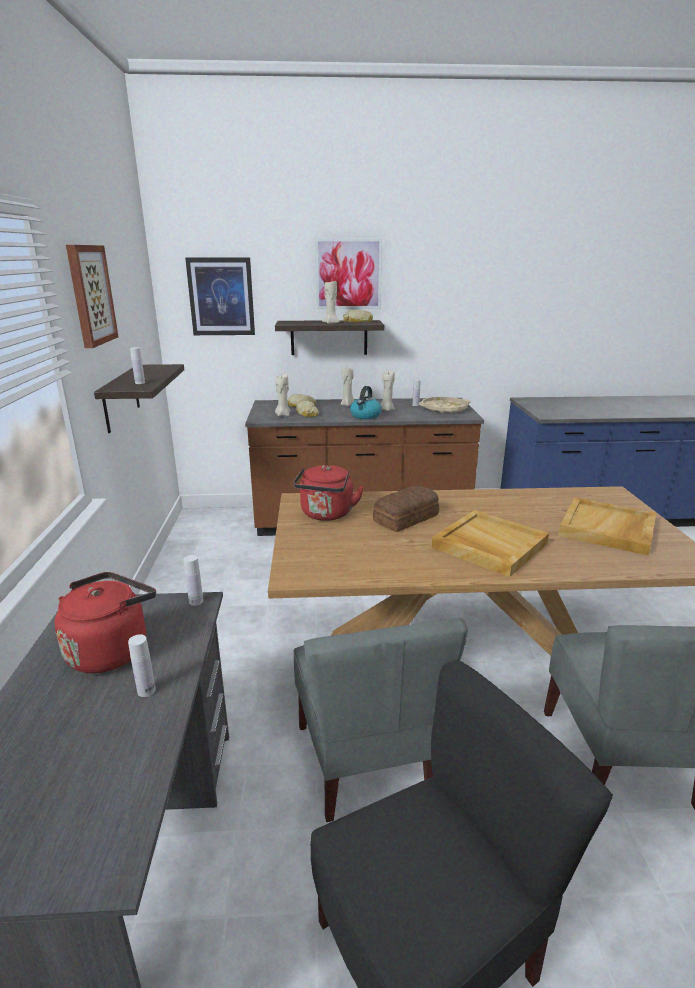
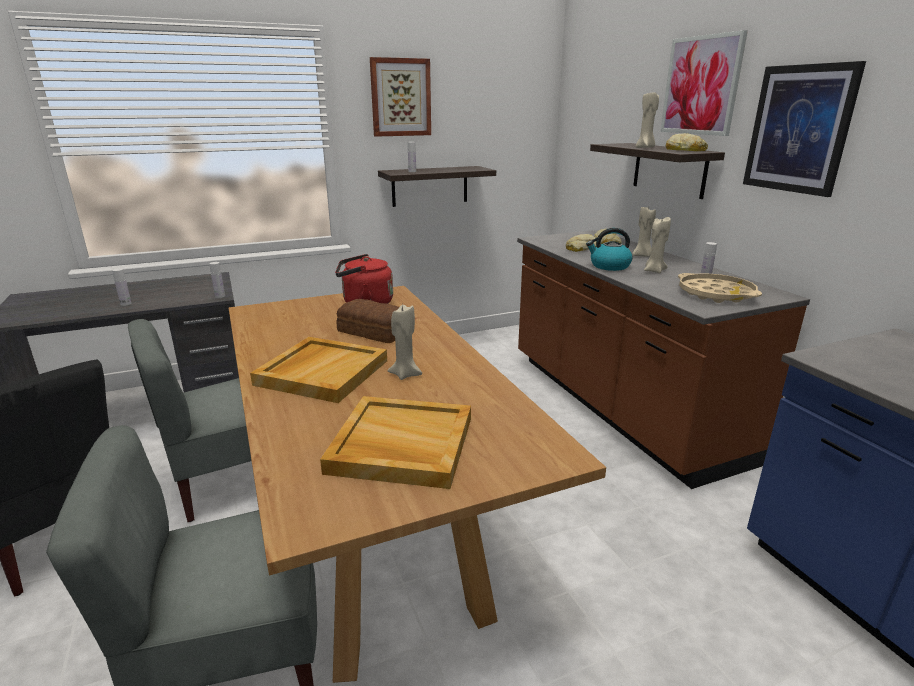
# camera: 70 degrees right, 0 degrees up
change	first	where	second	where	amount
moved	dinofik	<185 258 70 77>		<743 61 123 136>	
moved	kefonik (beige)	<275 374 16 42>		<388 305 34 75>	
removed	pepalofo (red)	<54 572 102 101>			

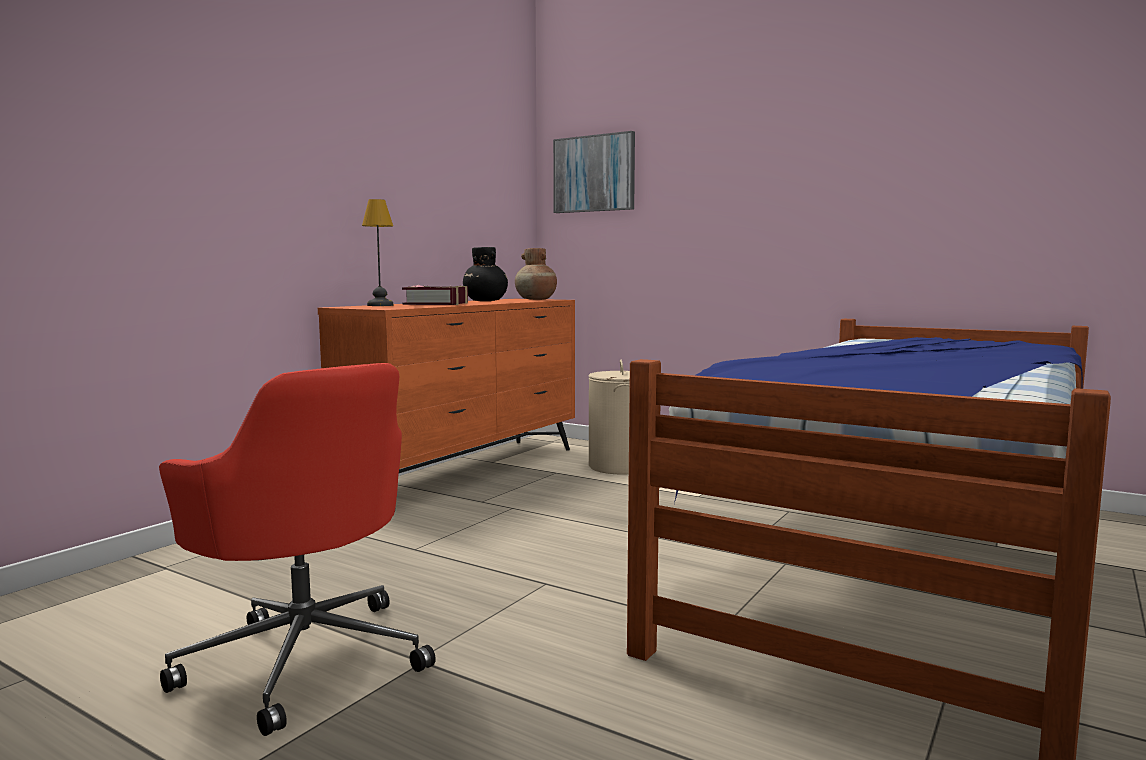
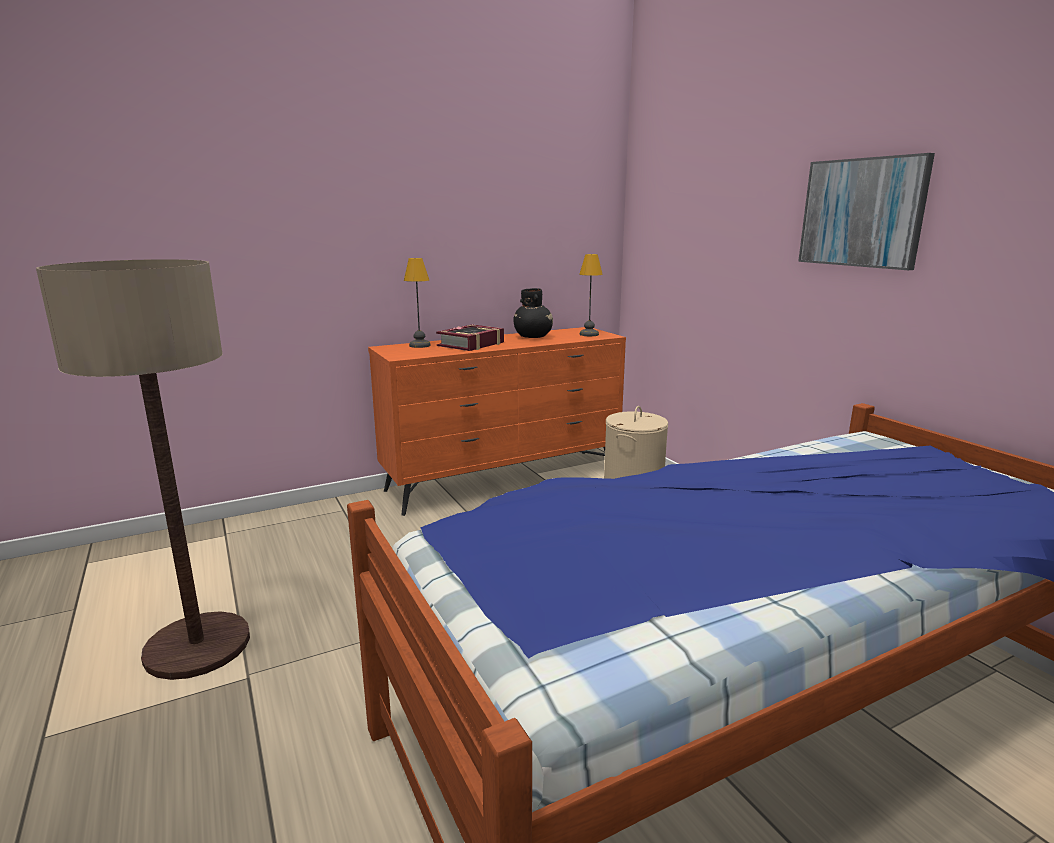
# camera: 30 degrees right, 10 degrees up
change	first	where	second	where	amount
moved	dinofik	<553 131 82 82>		<798 153 137 117>	
replaced	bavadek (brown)	<515 248 42 52>	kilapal	<579 254 24 82>	
replaced	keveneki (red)	<159 363 277 373>	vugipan	<36 259 214 421>	

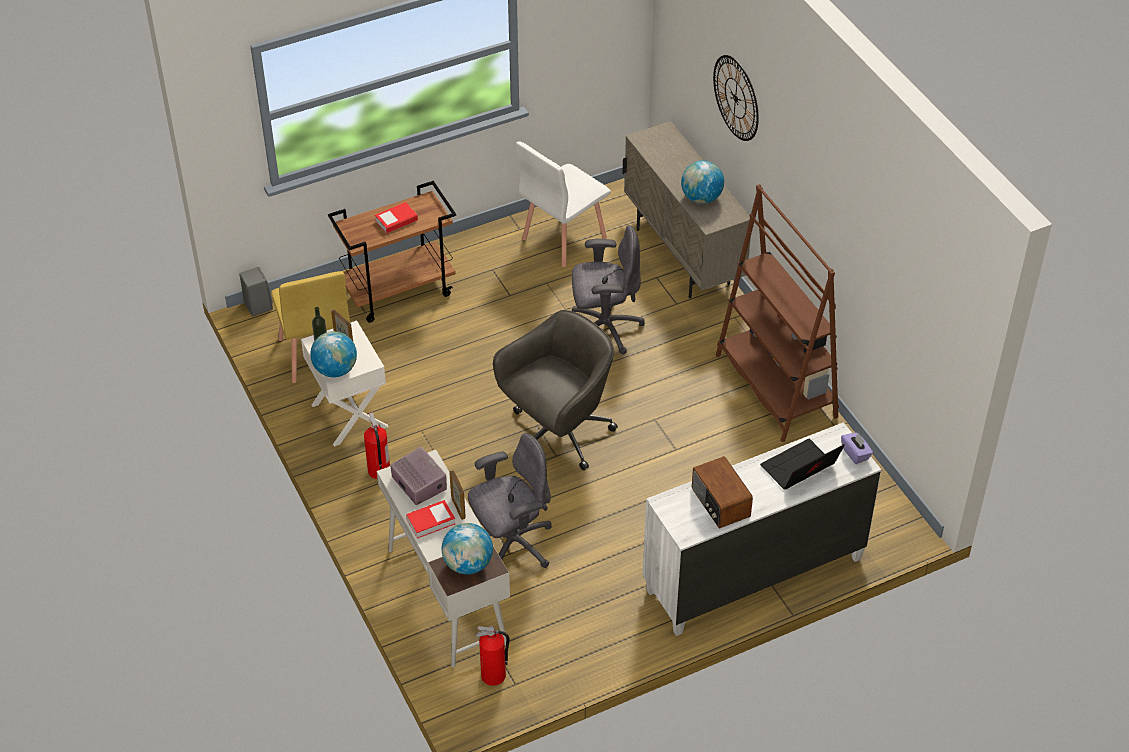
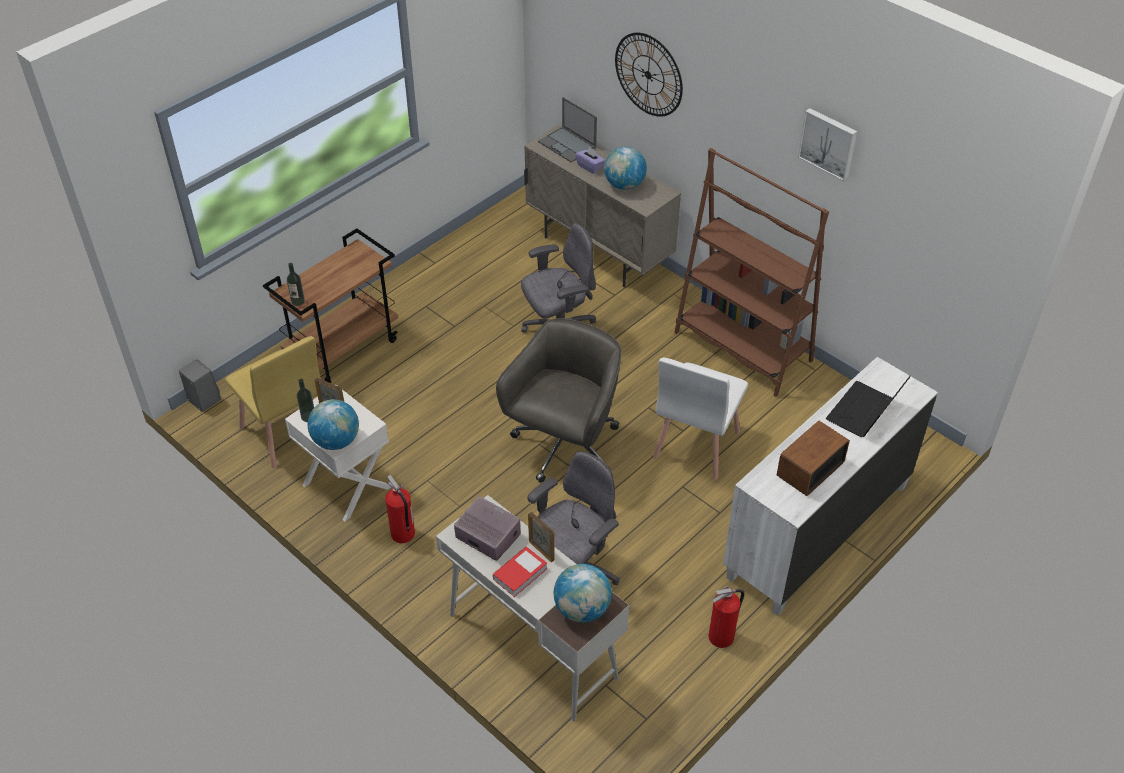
# camera: 20 degrees left, 0 degrees up
change	first	where	second	where	amount
moved	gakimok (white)	<516 141 95 126>		<653 358 95 122>	
removed	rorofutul	<375 202 43 32>			
moved	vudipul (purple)	<841 432 32 32>		<575 147 30 27>	
turned	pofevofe	<692 456 61 73>		<777 421 73 75>	90 degrees clockwise
moved	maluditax	<476 626 34 60>		<708 587 36 61>	
added			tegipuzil	<538 97 59 65>	
added			dinofik	<798 108 59 73>	
added			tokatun	<287 263 18 43>	

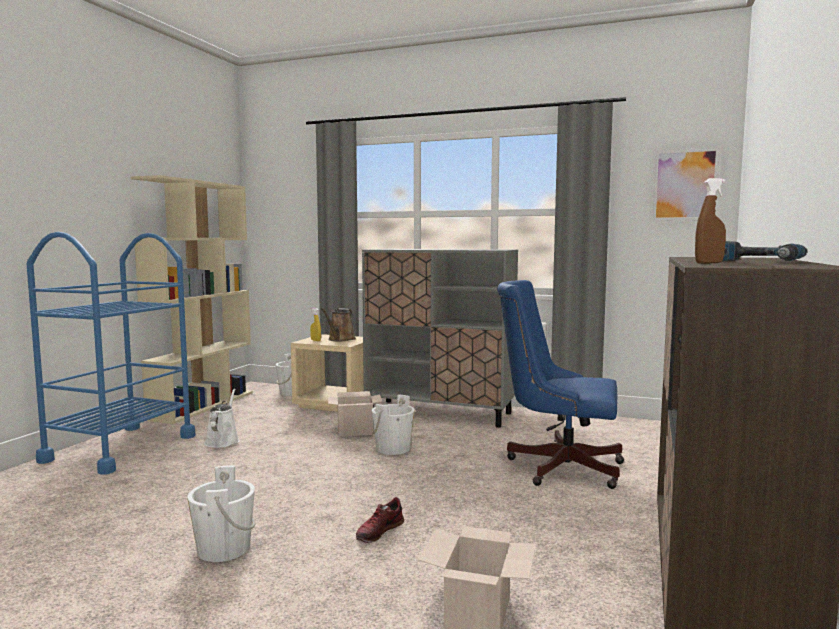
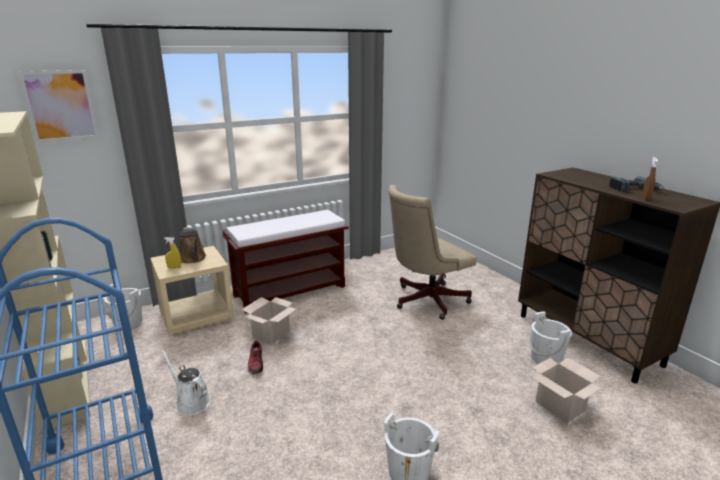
# camera: 50 degrees left, 15 degrees up
change	first	where	second	where	amount
moved	dinofik	<652 148 68 73>		<18 70 81 73>	
replaced	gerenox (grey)	<362 249 156 179>	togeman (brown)	<223 209 126 104>	
recoloured	keveneki (blue)	<497 280 127 209>	keveneki (beige)	<388 185 89 135>	
moved	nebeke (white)	<371 394 44 61>		<529 311 43 53>	
moved	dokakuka	<356 497 48 46>		<248 340 15 34>	

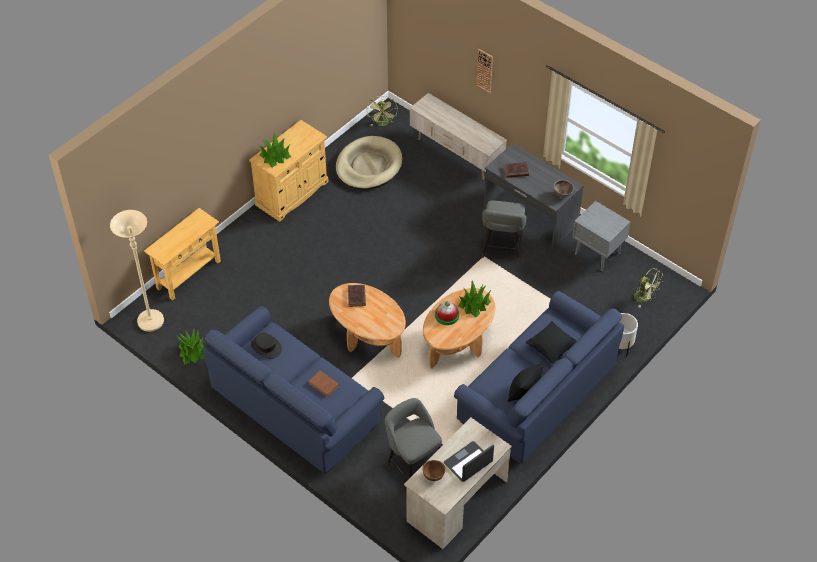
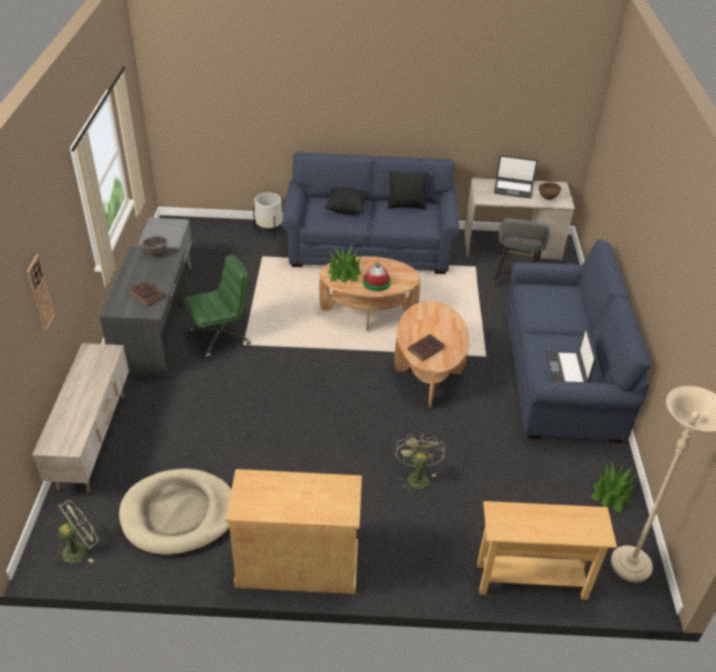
# camera: 130 degrees left, 10 degrees down
change	first	where	second	where	amount
removed	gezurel	<258 133 34 34>			
replaced	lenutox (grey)	<482 201 45 61>	keveneki (green)	<184 255 67 103>	
moved	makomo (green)	<634 268 29 40>		<396 433 49 61>	
replaced	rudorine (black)	<251 333 31 26>	tegipuzil	<545 327 51 56>	
removed	rorofutul (brown)	<308 371 31 26>			

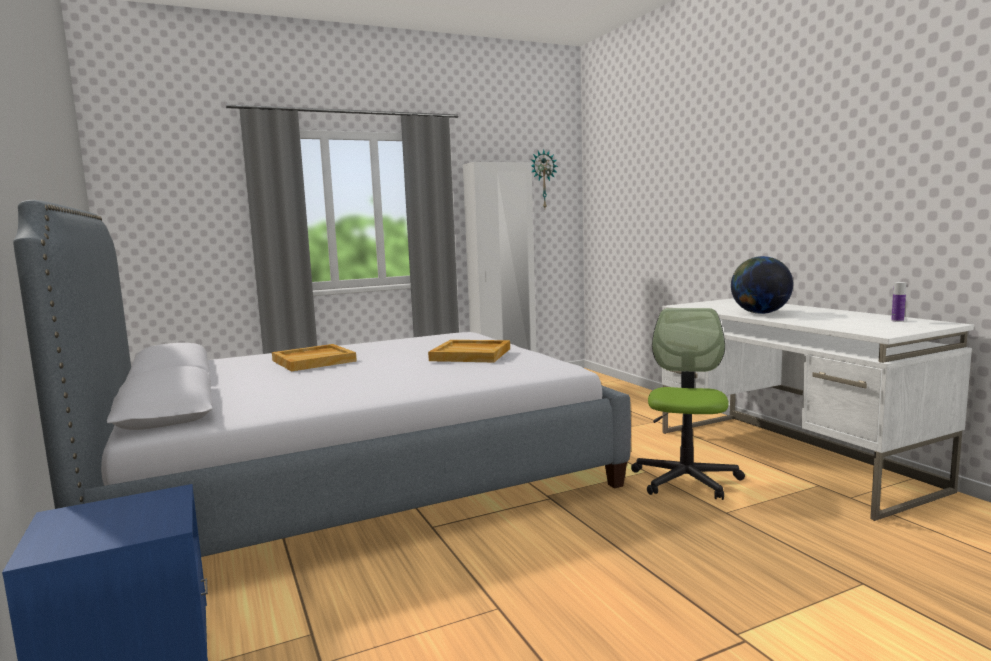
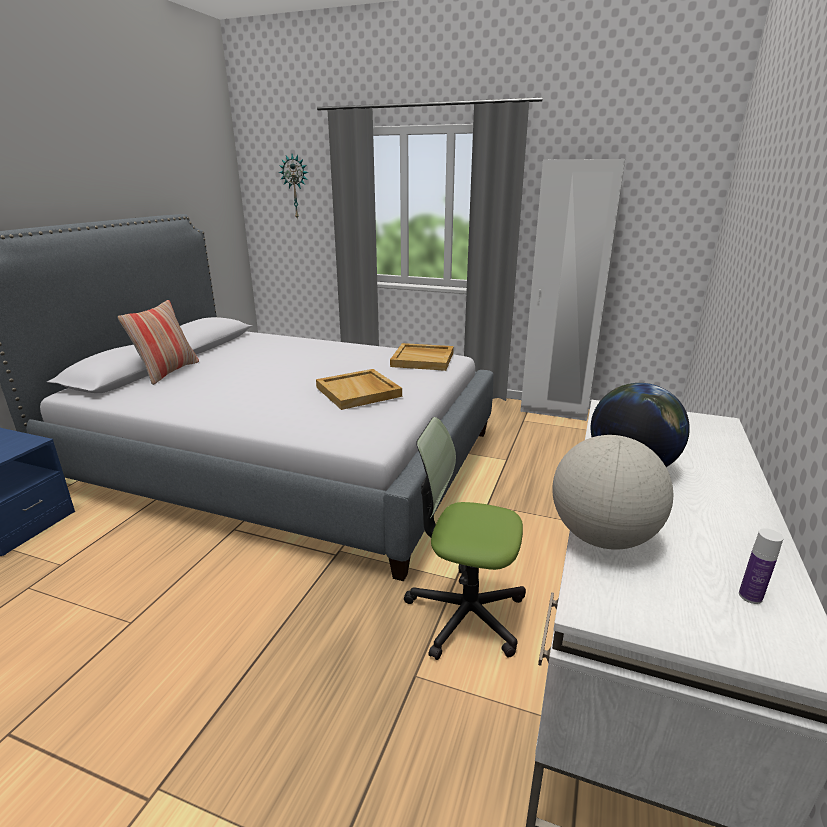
# camera: 45 degrees right, 15 degrees up
change	first	where	second	where	amount
moved	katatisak	<530 149 28 59>		<279 154 29 66>	
turned	keveneki	<631 308 114 192>		<404 417 122 243>	135 degrees counterclockwise
moved	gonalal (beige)	<272 344 85 28>		<390 343 64 28>	
added			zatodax	<118 300 81 85>	
added			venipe	<552 435 121 115>	

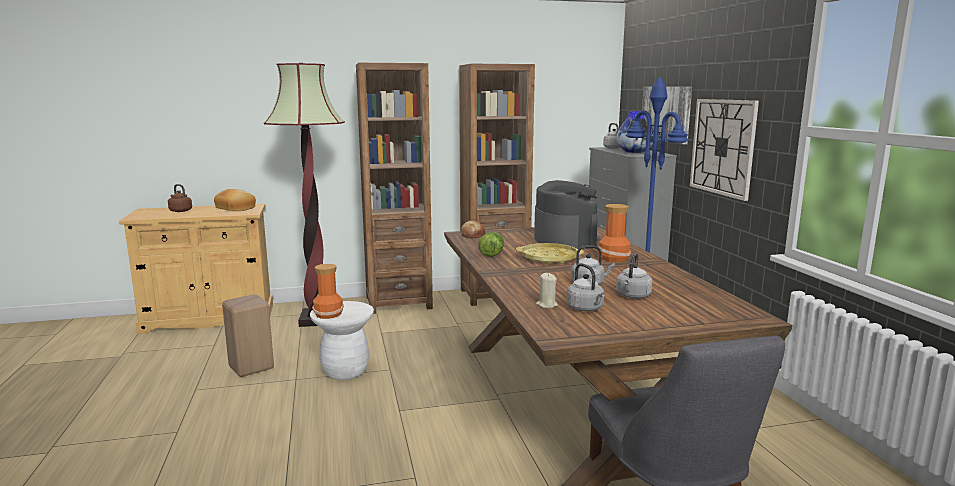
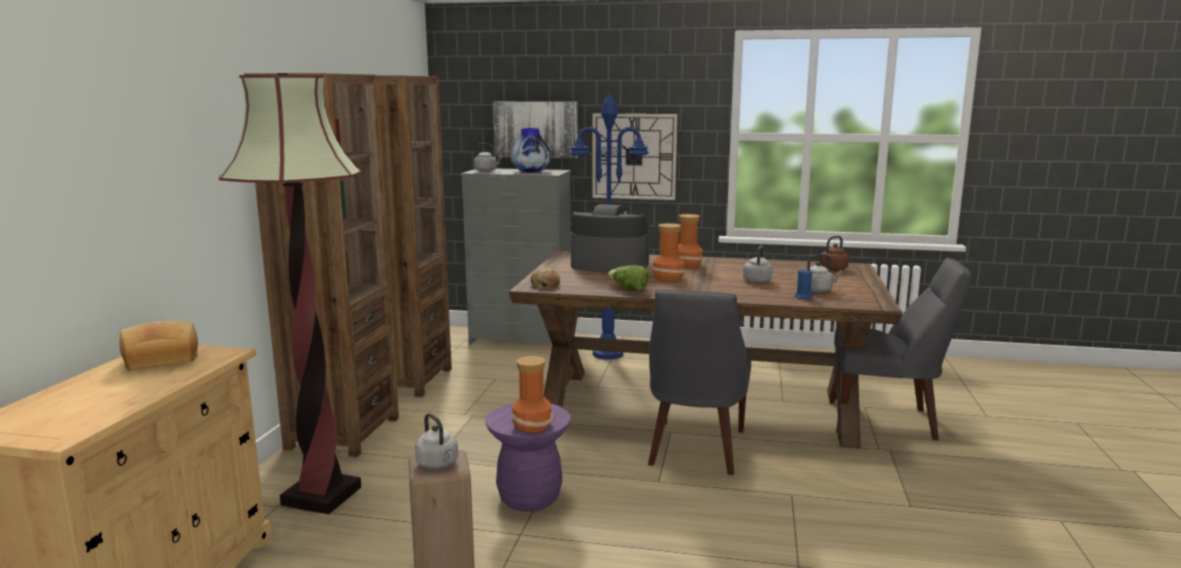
# camera: 65 degrees left, 0 degrees up
change	first	where	second	where	amount
moved	pepalofo (brown)	<168 184 24 28>		<817 236 32 35>	
replaced	gonalal (yellow)	<516 243 68 21>	bavadek	<652 223 33 58>	
moved	pepalofo (grey)	<616 253 36 46>		<415 413 43 56>	
recoloured	kefonik (beige)	<536 273 22 35>	kefonik (blue)	<794 269 19 30>	
recoloured	lenutox (white)	<310 301 64 79>	lenutox (purple)	<485 403 86 109>	
added			gakimok (grey)	<648 289 103 186>	

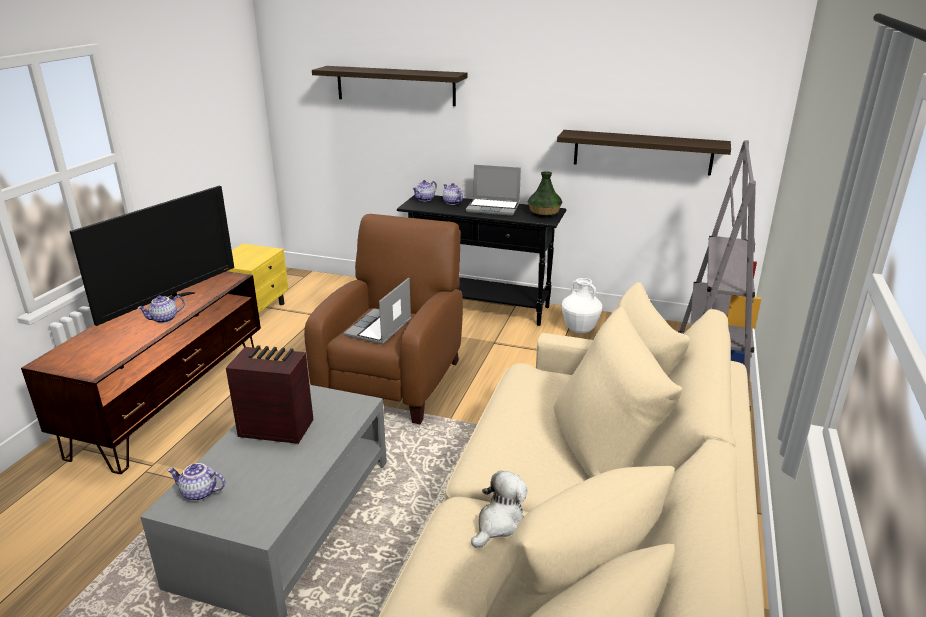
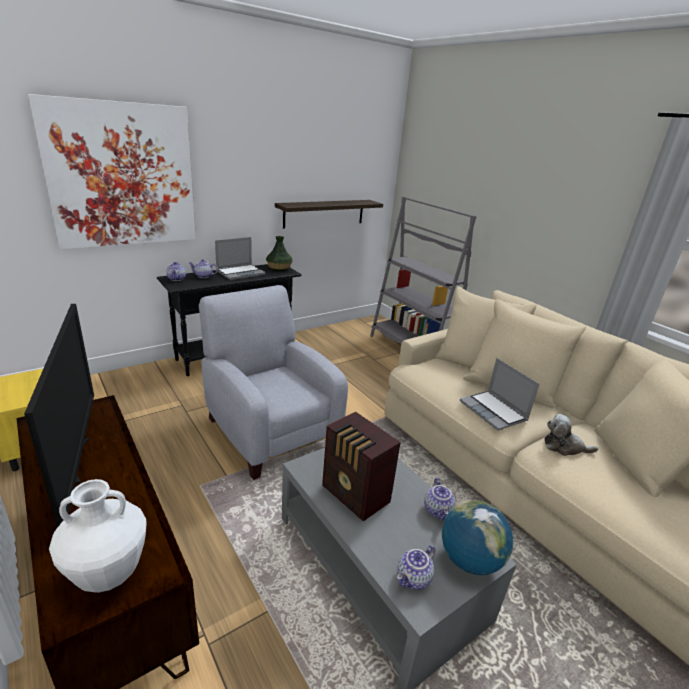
# camera: 55 degrees left, 0 degrees up
change	first	where	second	where	amount
replaced	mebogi	<312 66 155 40>	dinofik	<28 94 168 155>	
recoloured	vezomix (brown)	<304 214 159 210>	vezomix (grey)	<199 285 149 195>	
moved	tegipuzil	<344 278 67 67>		<460 358 79 73>	
moved	bavadek (white)	<561 278 41 55>		<49 479 98 114>	
moved	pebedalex	<138 295 47 28>		<424 478 31 42>	
turned	pofevofe	<226 345 87 99>		<322 412 79 109>	90 degrees counterclockwise
turned	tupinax	<471 470 57 78>		<544 414 54 42>	60 degrees counterclockwise
added			venipe	<442 500 71 75>	

